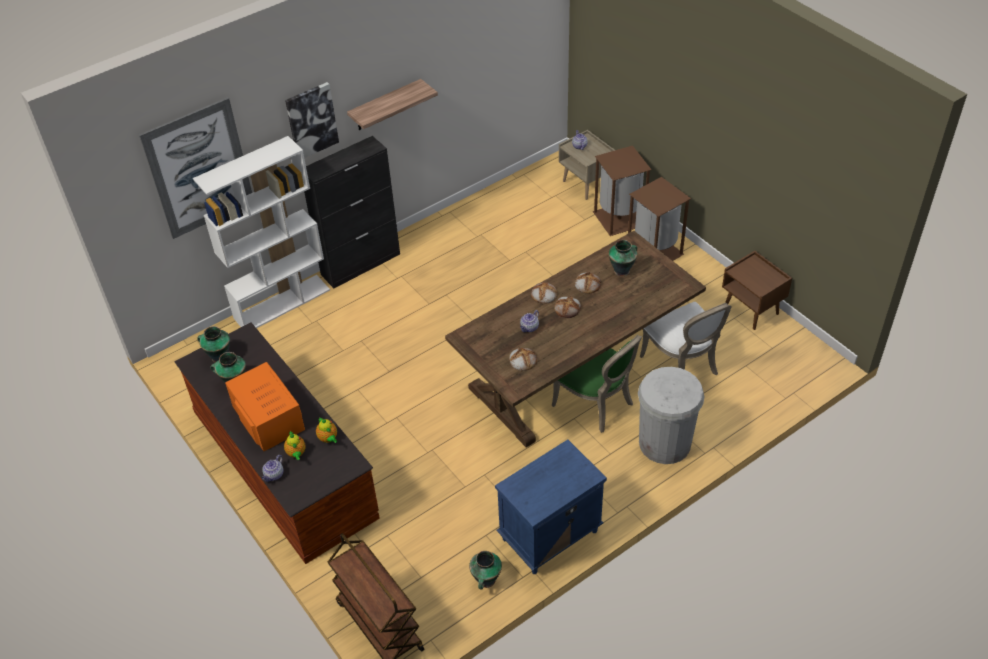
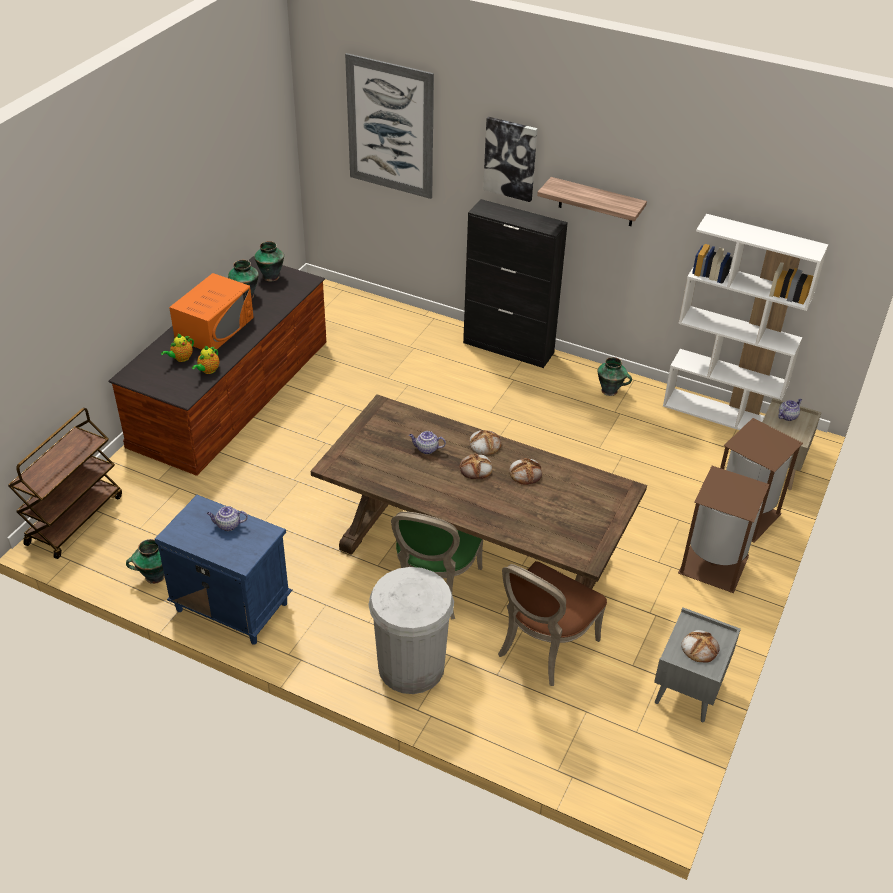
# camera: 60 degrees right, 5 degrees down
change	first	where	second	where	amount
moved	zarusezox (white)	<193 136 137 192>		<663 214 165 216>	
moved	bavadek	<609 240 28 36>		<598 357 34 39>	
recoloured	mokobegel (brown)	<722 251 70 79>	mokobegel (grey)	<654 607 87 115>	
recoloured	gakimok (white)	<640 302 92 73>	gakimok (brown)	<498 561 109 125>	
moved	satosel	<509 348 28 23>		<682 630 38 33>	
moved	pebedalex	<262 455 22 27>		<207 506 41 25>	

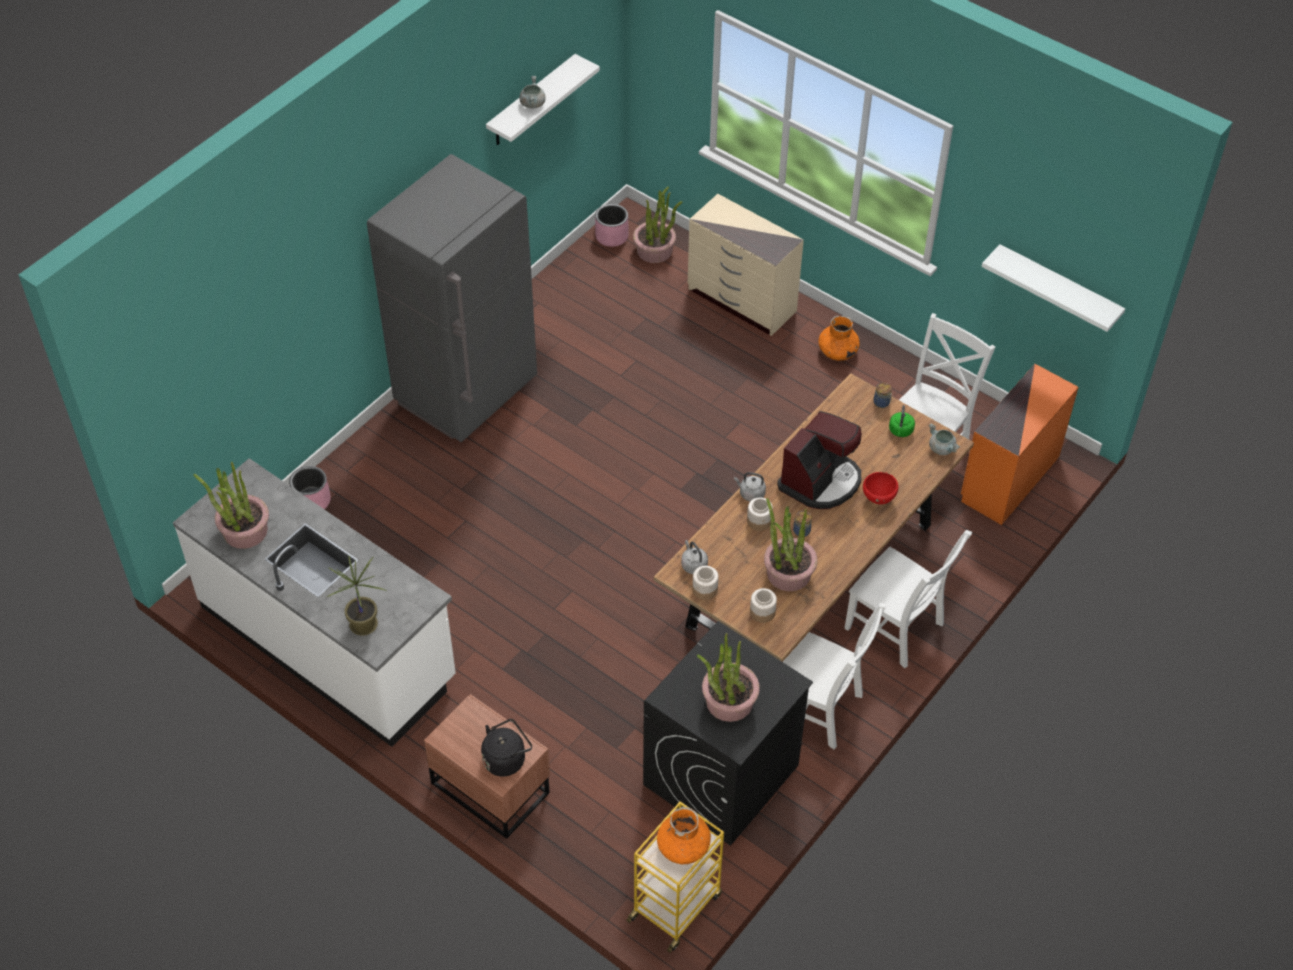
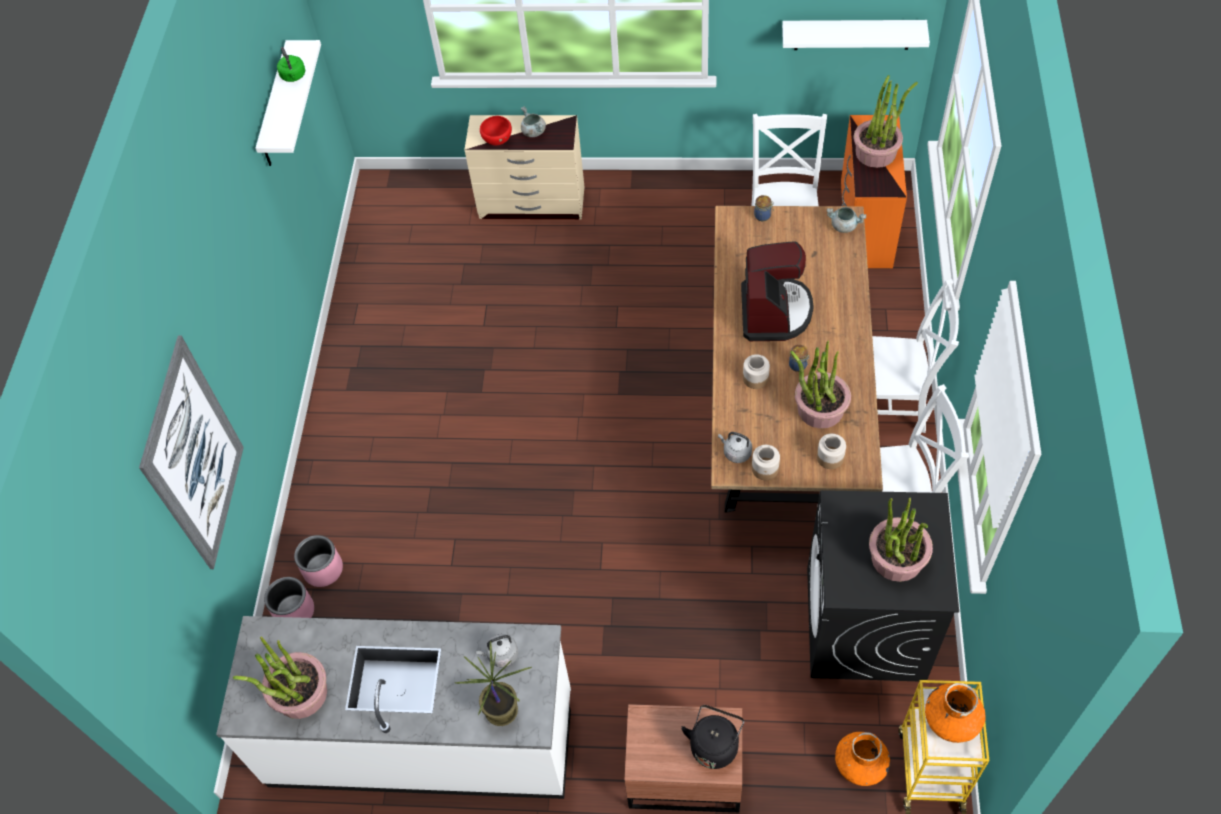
# camera: 30 degrees left, 5 degrees up
change	first	where	second	where	amount
moved	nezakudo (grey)	<519 76 27 32>		<521 106 25 31>	
removed	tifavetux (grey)	<367 154 170 288>			
moved	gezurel	<633 187 49 76>		<854 75 64 93>	
moved	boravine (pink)	<595 204 34 43>		<294 535 49 52>	
moved	bavadek (orange)	<818 316 42 45>		<835 732 55 54>	
moved	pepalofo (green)	<889 405 26 32>		<277 47 28 35>	
moved	pepalofo (grey)	<734 472 32 30>		<476 634 42 33>	
moved	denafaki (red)	<863 472 36 32>		<480 116 32 29>	
added			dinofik	<139 335 105 234>	

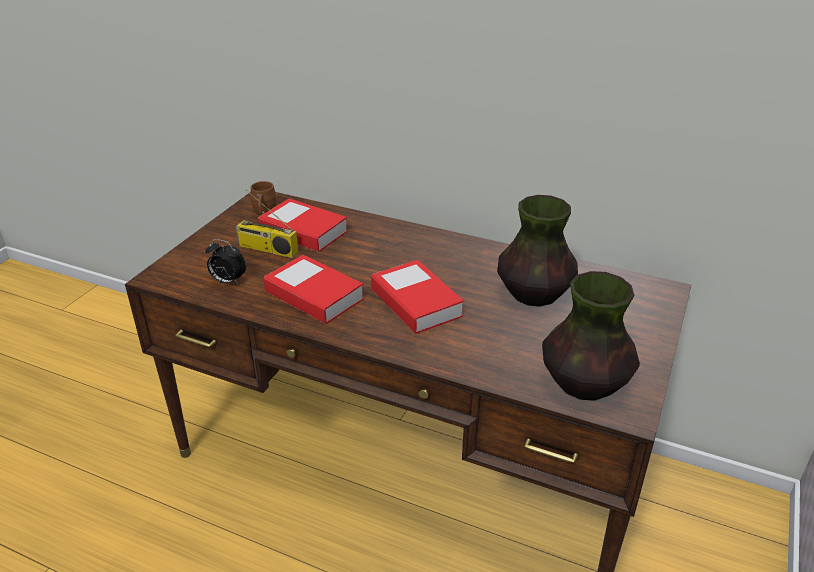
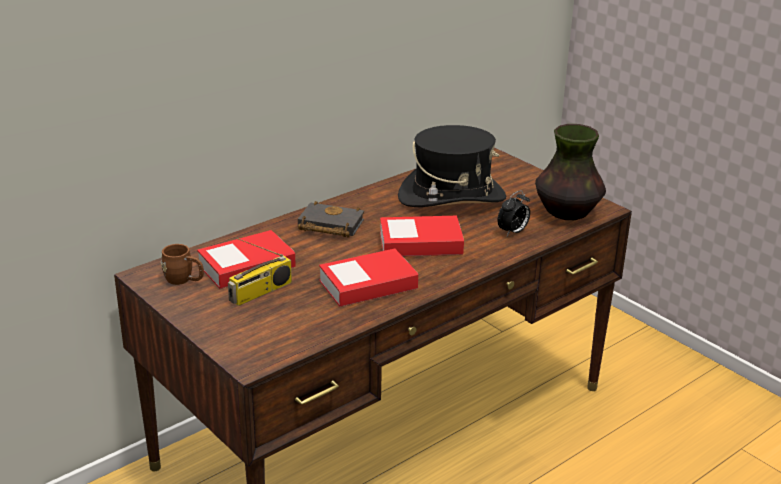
# camera: 65 degrees left, 5 degrees down
change	first	where	second	where	amount
replaced	bavadek	<497 195 81 112>	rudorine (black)	<398 125 108 82>	
moved	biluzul	<205 239 41 46>		<498 190 32 46>	
added			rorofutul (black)	<298 201 66 37>	

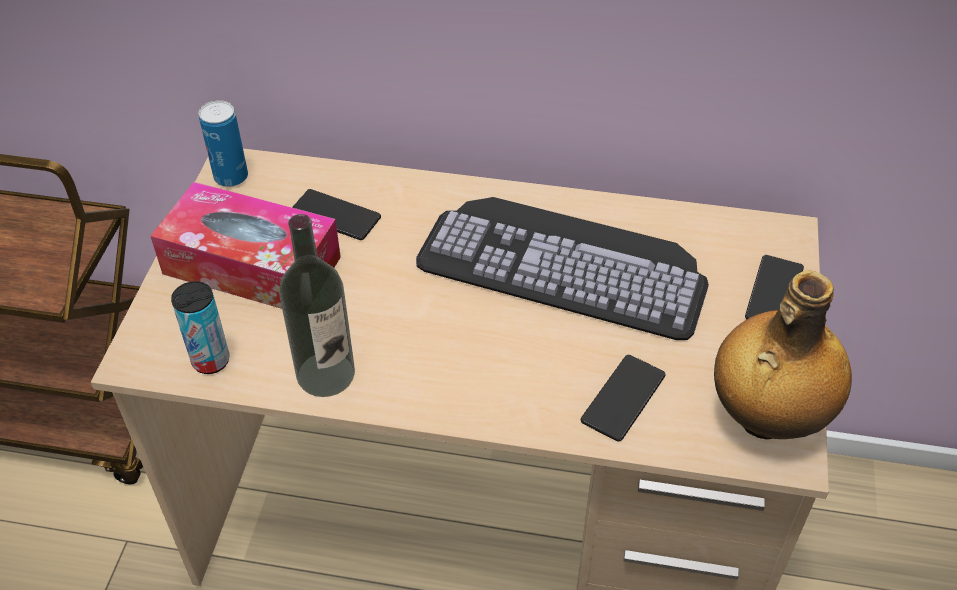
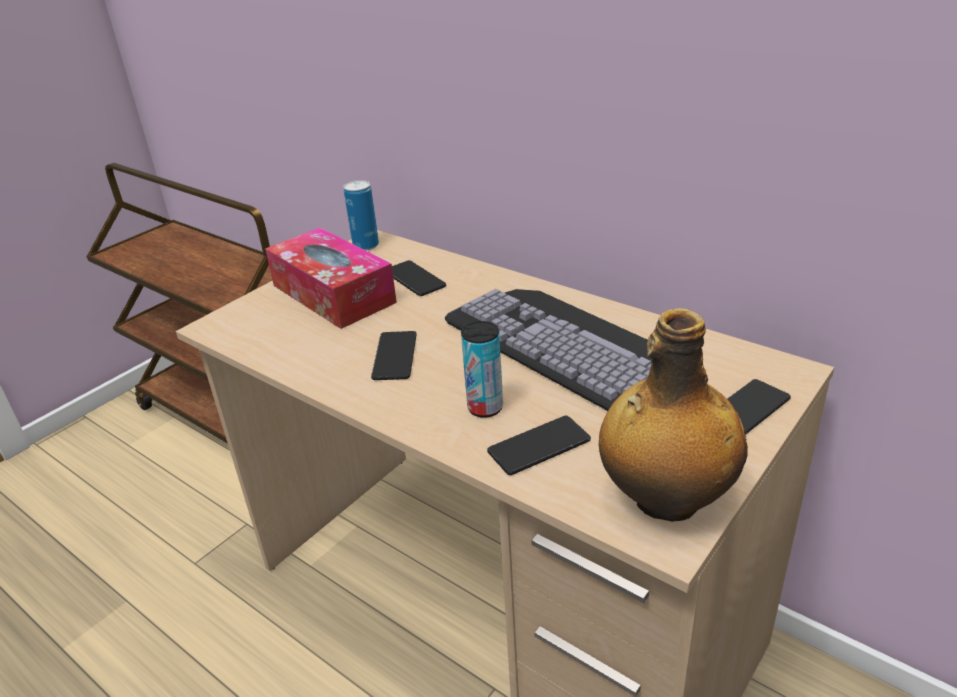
# camera: 30 degrees right, 15 degrees down
change	first	where	second	where	amount
removed	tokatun	<279 214 76 183>			
moved	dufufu	<171 281 59 93>		<461 321 42 97>	
added			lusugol	<371 331 46 49>	

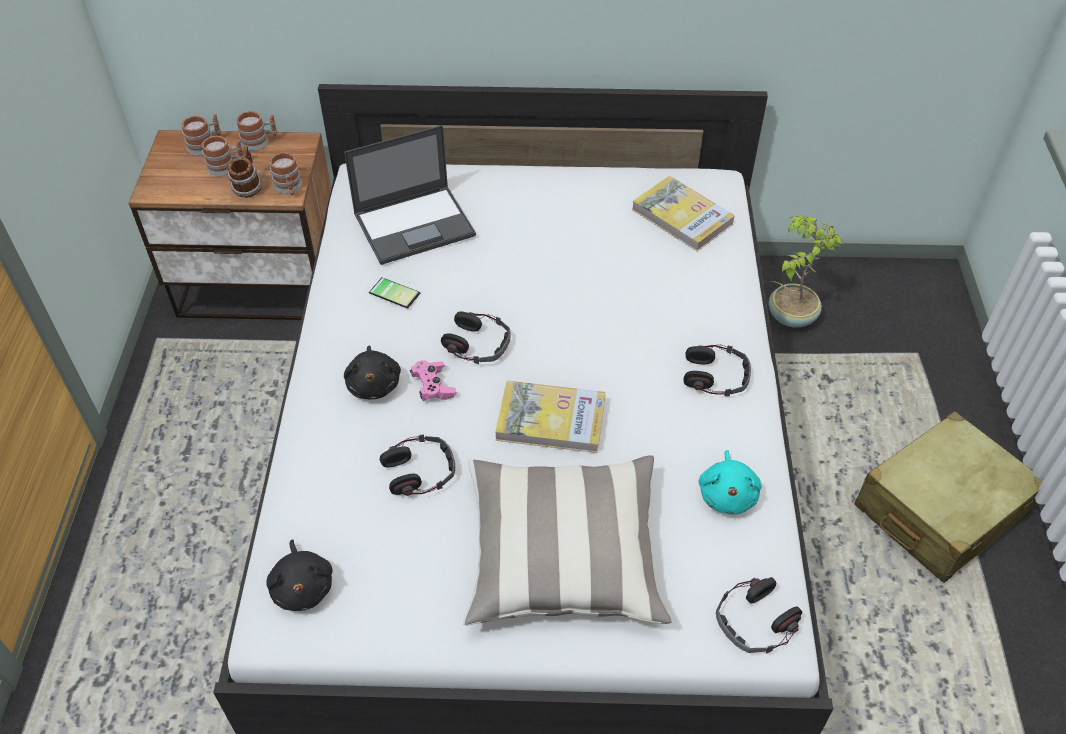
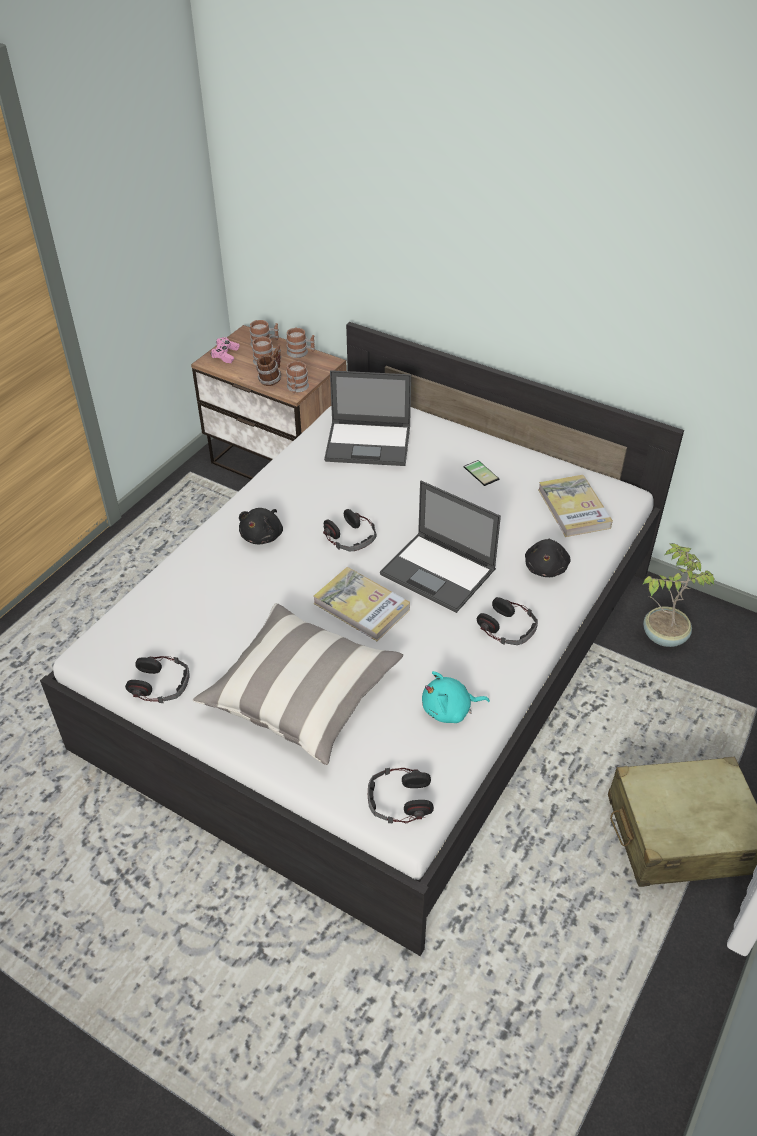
# camera: 30 degrees right, 5 degrees down
change	first	where	second	where	amount
moved	lusugol	<369 277 51 32>		<463 460 36 26>	
moved	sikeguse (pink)	<410 360 46 41>		<211 337 29 26>	
moved	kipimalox	<380 434 75 62>		<125 656 65 47>	
turned	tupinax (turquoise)	<699 450 63 65>		<422 671 68 52>	45 degrees clockwise
moved	tupinax (black)	<266 540 67 71>		<525 539 45 38>	
added			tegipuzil	<380 481 121 132>	

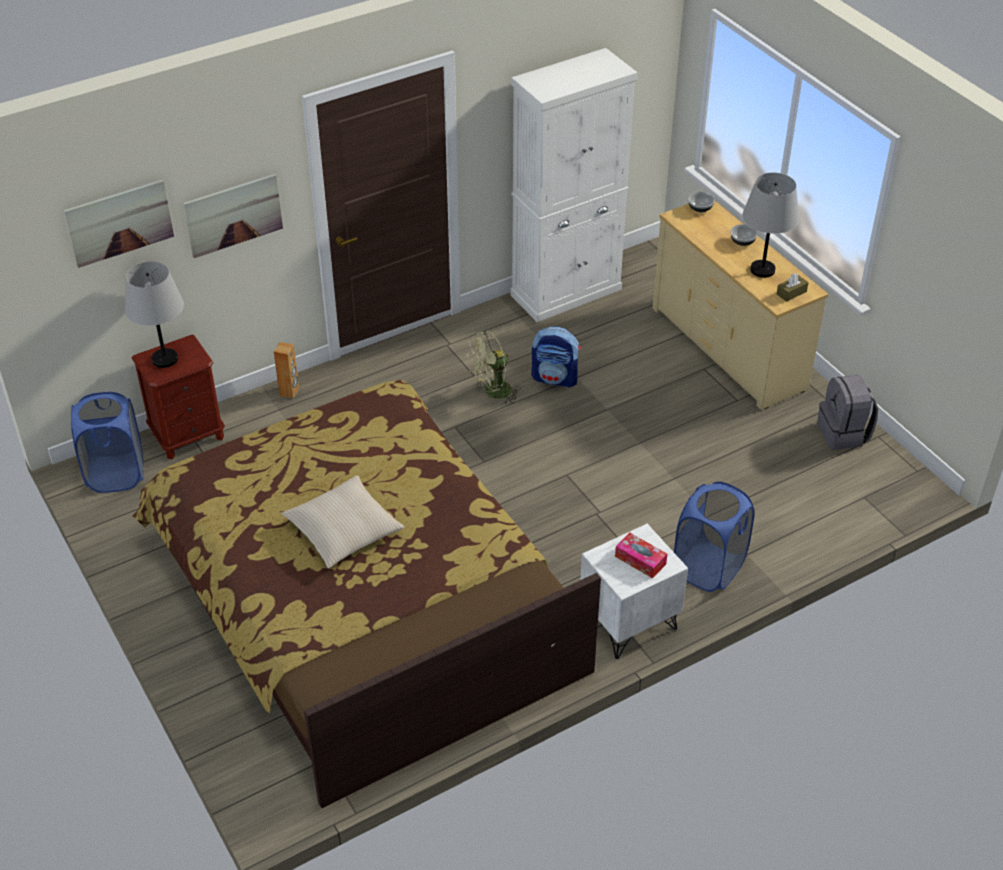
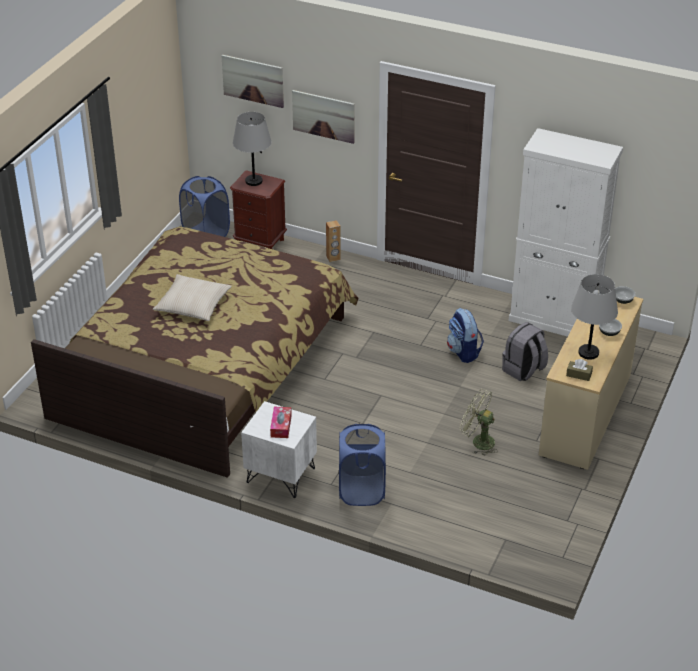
# camera: 55 degrees right, 5 degrees down
change	first	where	second	where	amount
moved	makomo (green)	<467 331 54 73>		<460 389 38 67>	
moved	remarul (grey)	<817 374 61 76>		<502 322 46 59>	

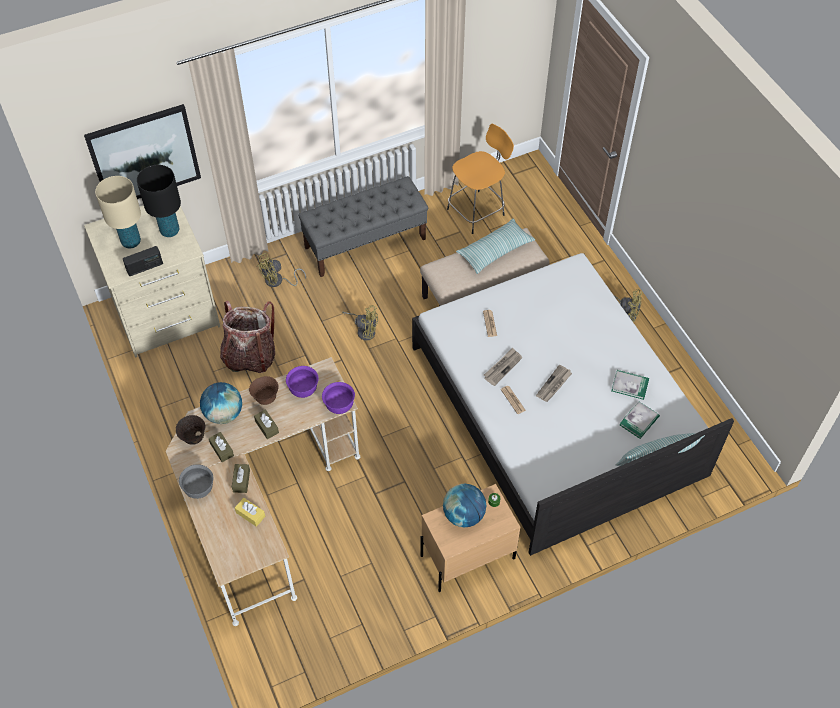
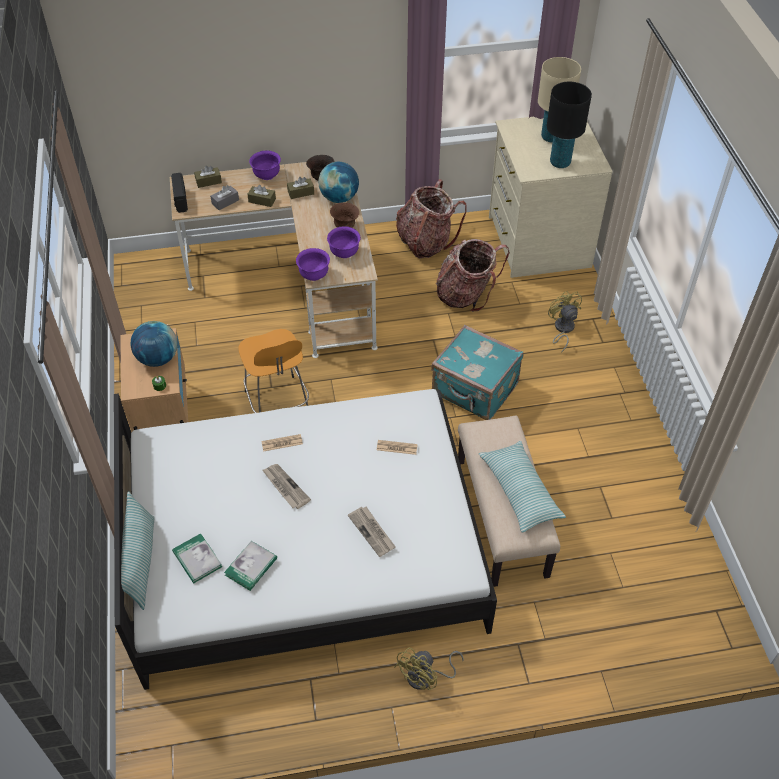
# camera: 105 degrees right, 5 degrees down
change	first	where	second	where	amount
removed	dinofik	<84 104 117 95>			
moved	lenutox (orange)	<447 124 67 110>		<239 329 70 84>	
removed	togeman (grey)	<298 176 130 101>			
moved	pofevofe	<123 246 40 30>		<171 173 17 40>	
replaced	makomo (yellow)	<342 305 36 36>	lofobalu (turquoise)	<431 325 93 95>	
moved	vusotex	<484 348 38 38>		<348 507 48 50>	
moved	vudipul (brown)	<254 409 25 30>		<194 166 28 22>	
recoloured	denafaki (grey)	<179 464 34 35>	denafaki (purple)	<249 151 32 29>	
recoloured	vudipul (yellow)	<235 498 30 29>	vudipul (grey)	<210 185 29 25>	
added			remarul	<396 179 71 79>	

